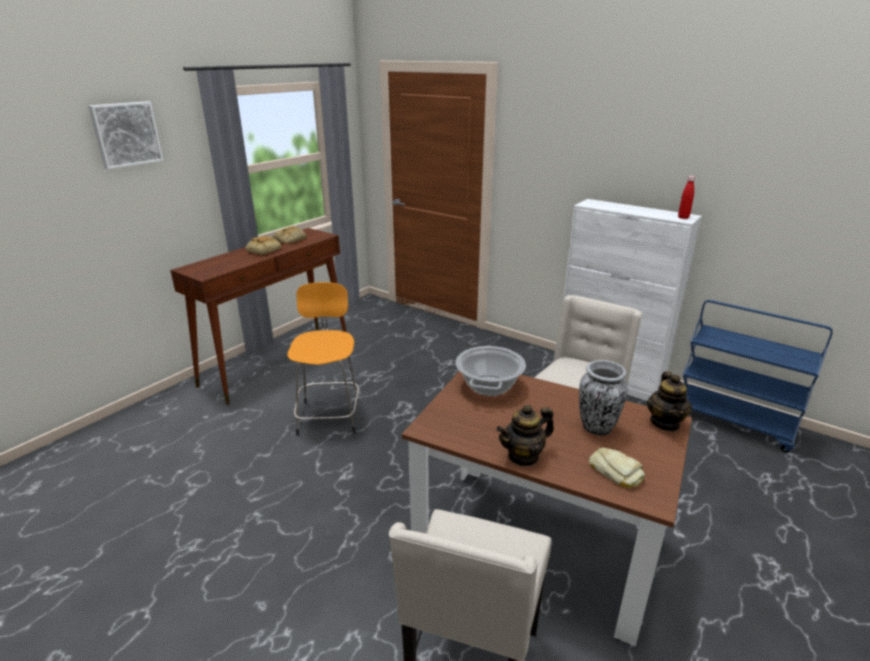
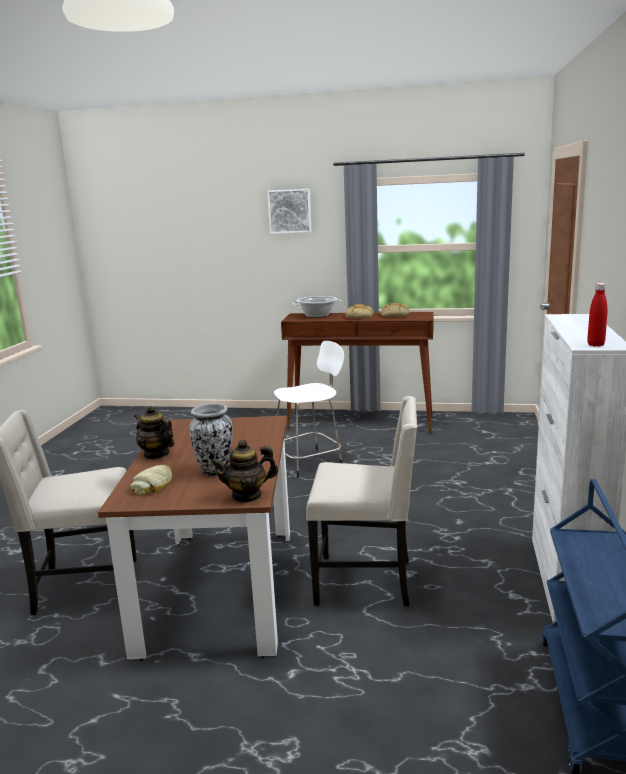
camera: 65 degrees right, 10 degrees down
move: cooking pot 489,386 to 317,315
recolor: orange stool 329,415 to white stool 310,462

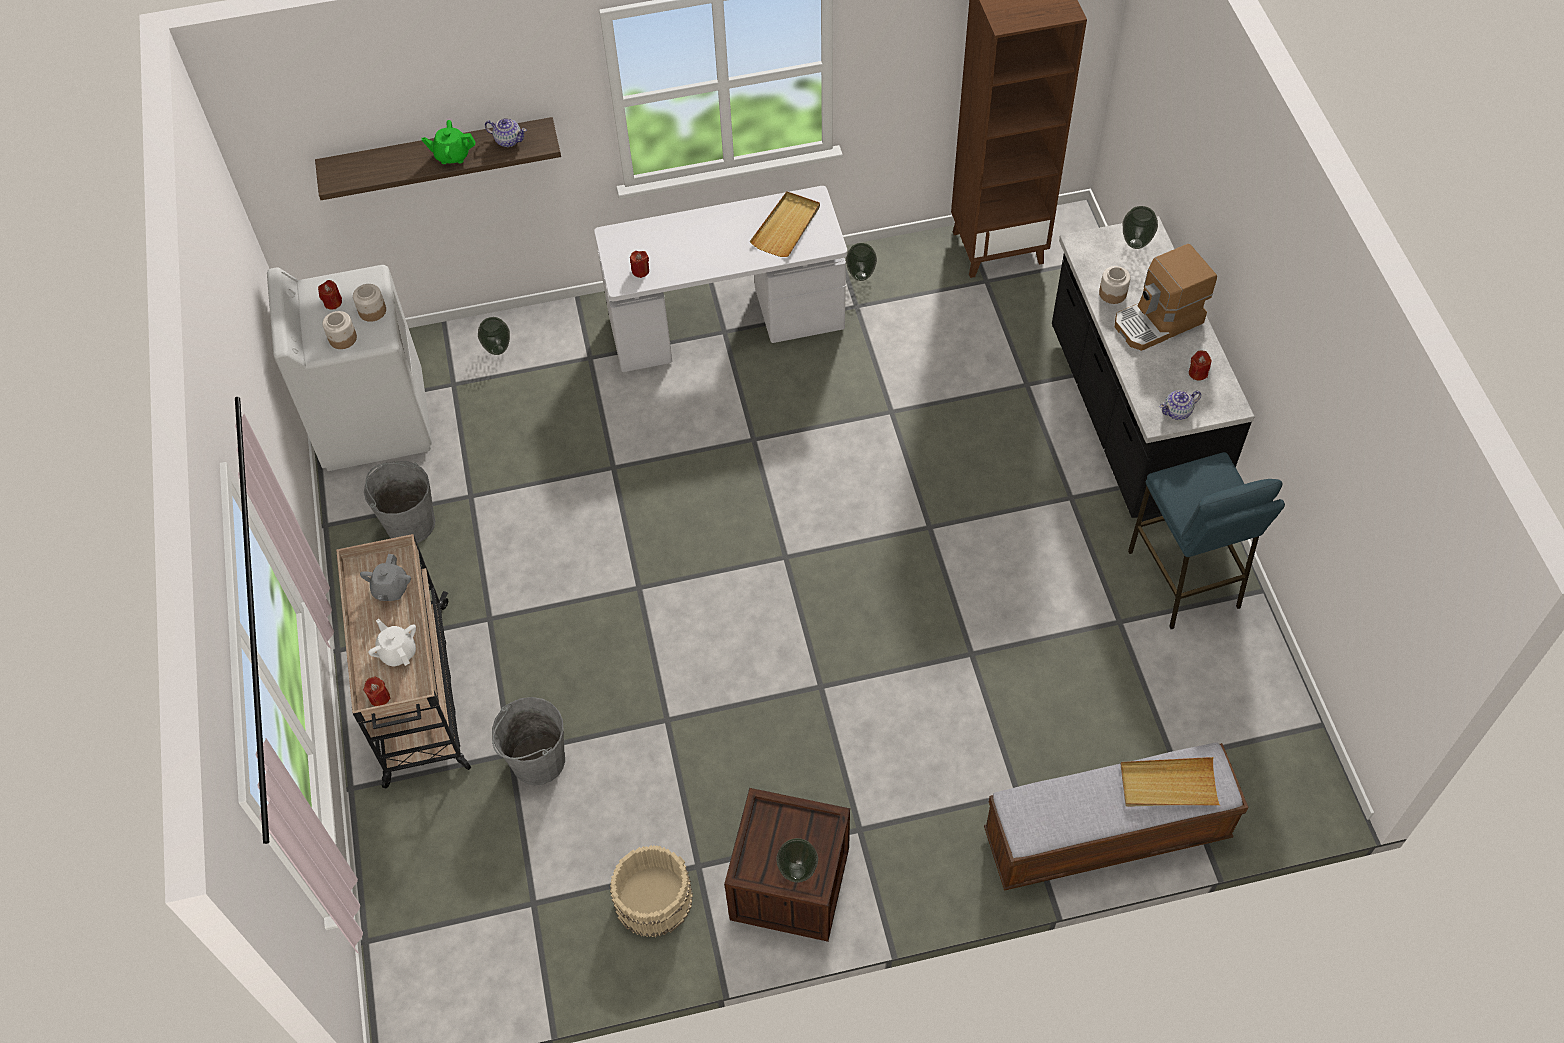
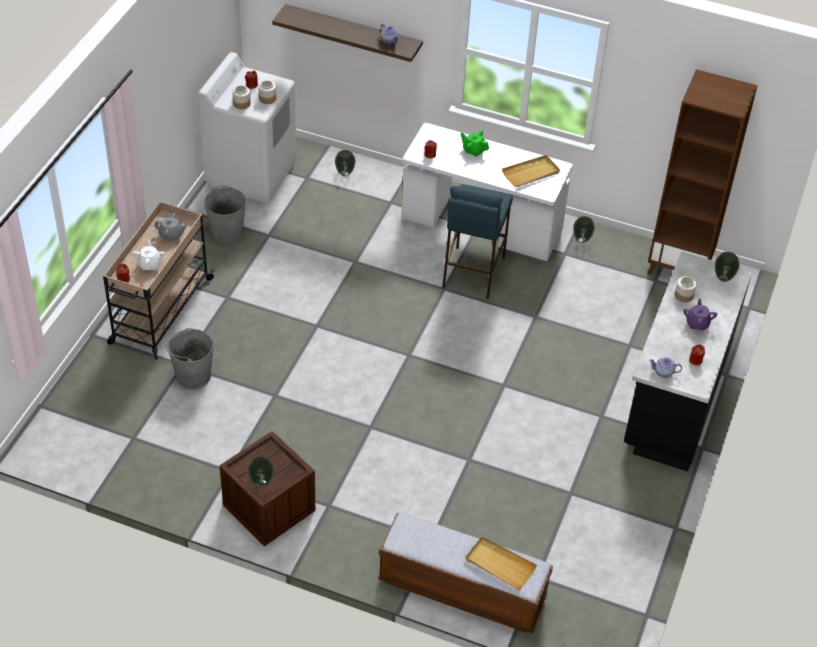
camera: 30 degrees right, 10 degrees down
delete: beige bucket 653,898
move: blue stool 1184,579 to 472,273; green teapot 452,155 to 473,150
replace: coffee machine 1158,322 to purple teapot 697,323
rotate: grey teapot 391,589 = 171,235 120 degrees counterclockwise

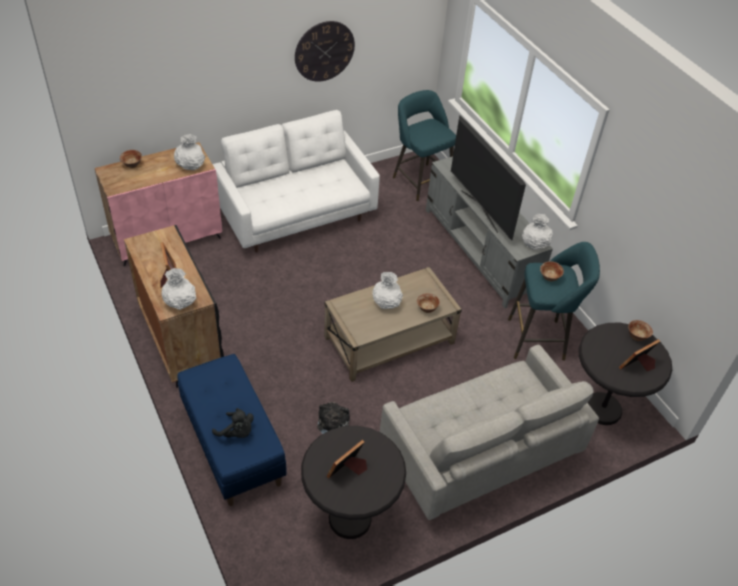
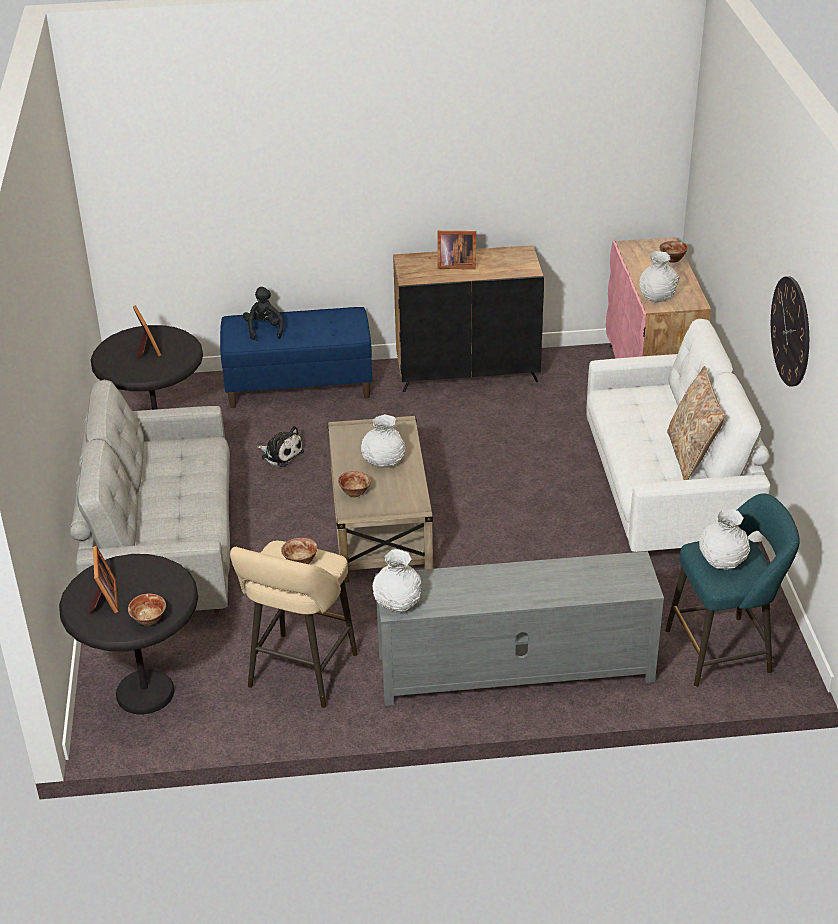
camera: 115 degrees right, 10 degrees down
delete: television 479,210
insert: beige pillow 691,456
move: white vase 180,303 to 722,562
recolor: turquoise stool 540,339 to beige stool 300,674
rotate: black plush toy 236,432 = 264,329 120 degrees clockwise

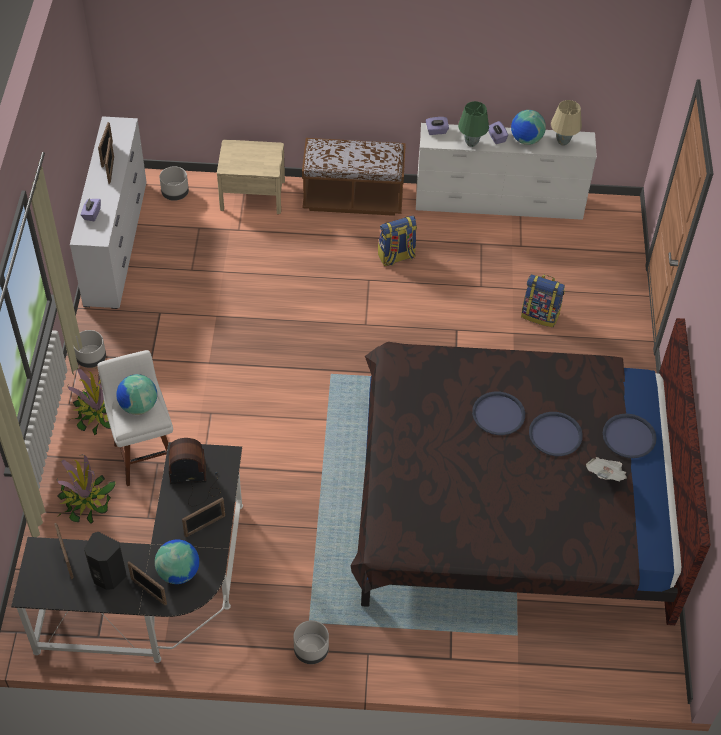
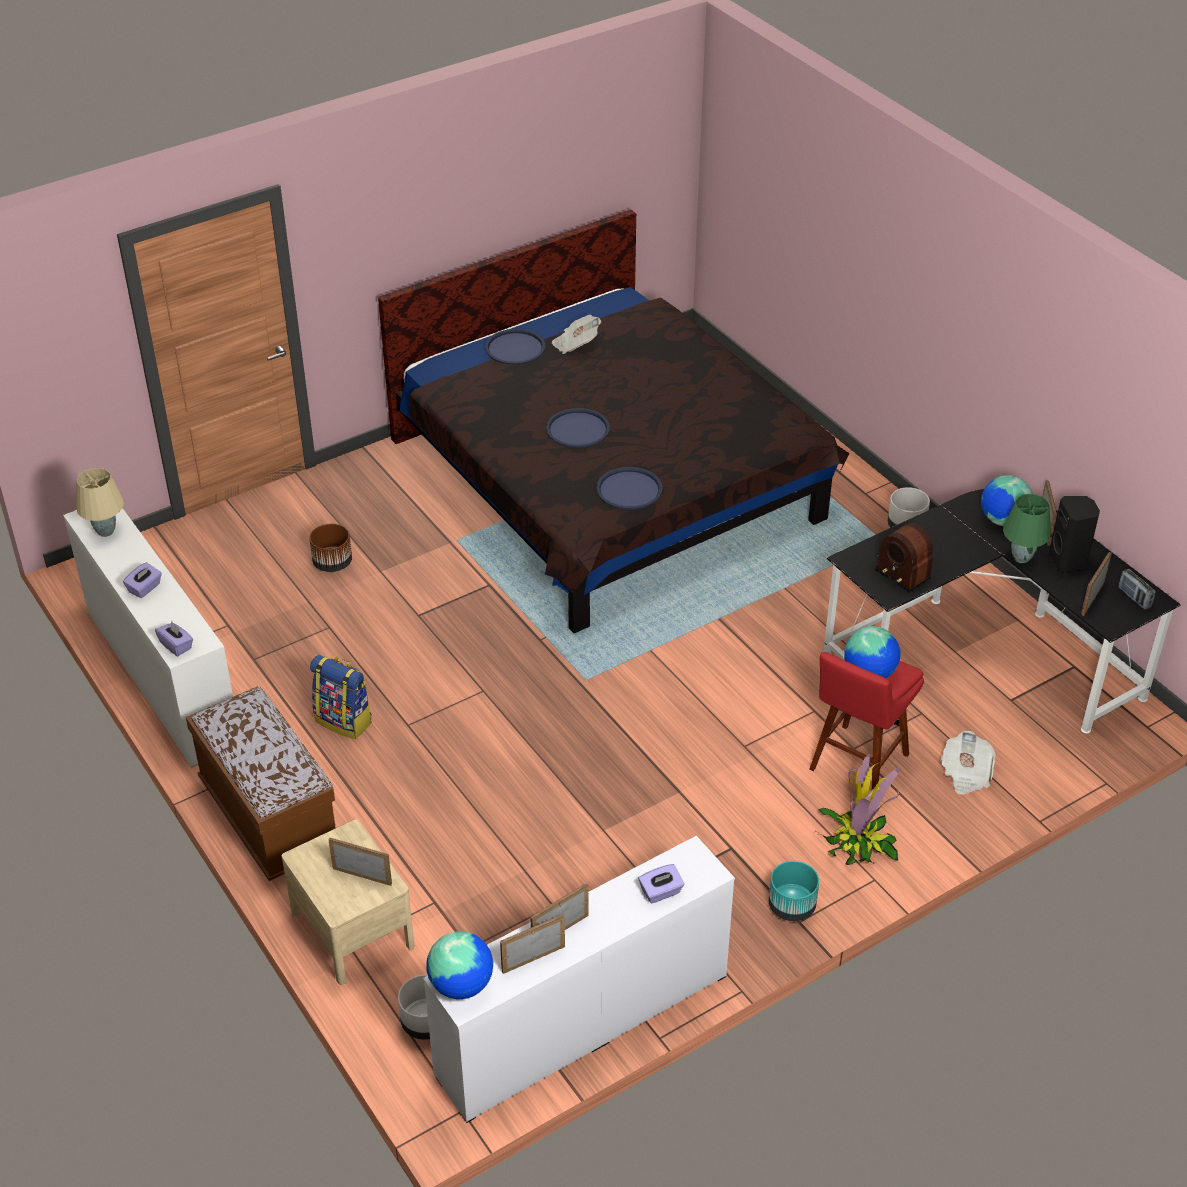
camera: 125 degrees left, 10 degrees down
insert: radio 1134,597
move: picture frame 205,526 to 362,876; globe 526,140 to 462,985; blue tray 555,435 to 629,489; green table lamp 471,143 to 1021,558
replace: backpack 540,315 to brown planter 332,563; potted plant 85,502 to newspaper 965,774
recolor: grey planter 91,358 to turquoise planter 791,907; white stool 145,454 to red stool 856,765

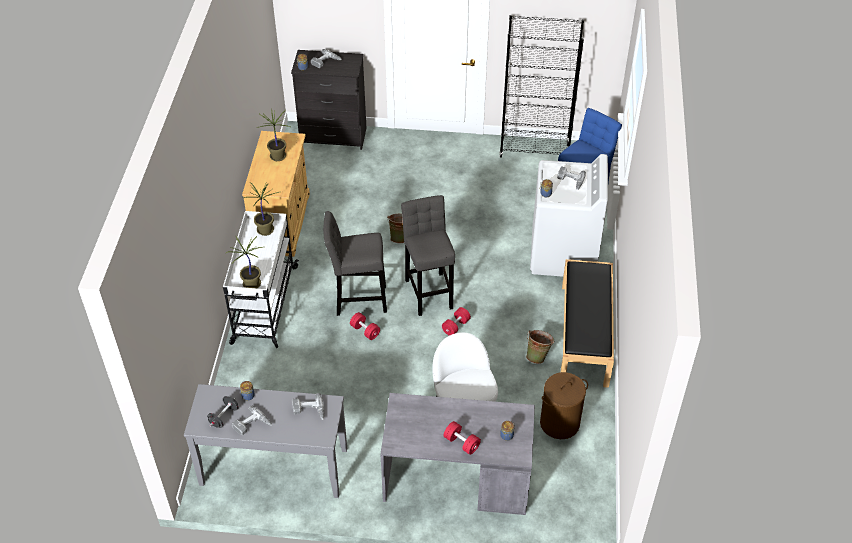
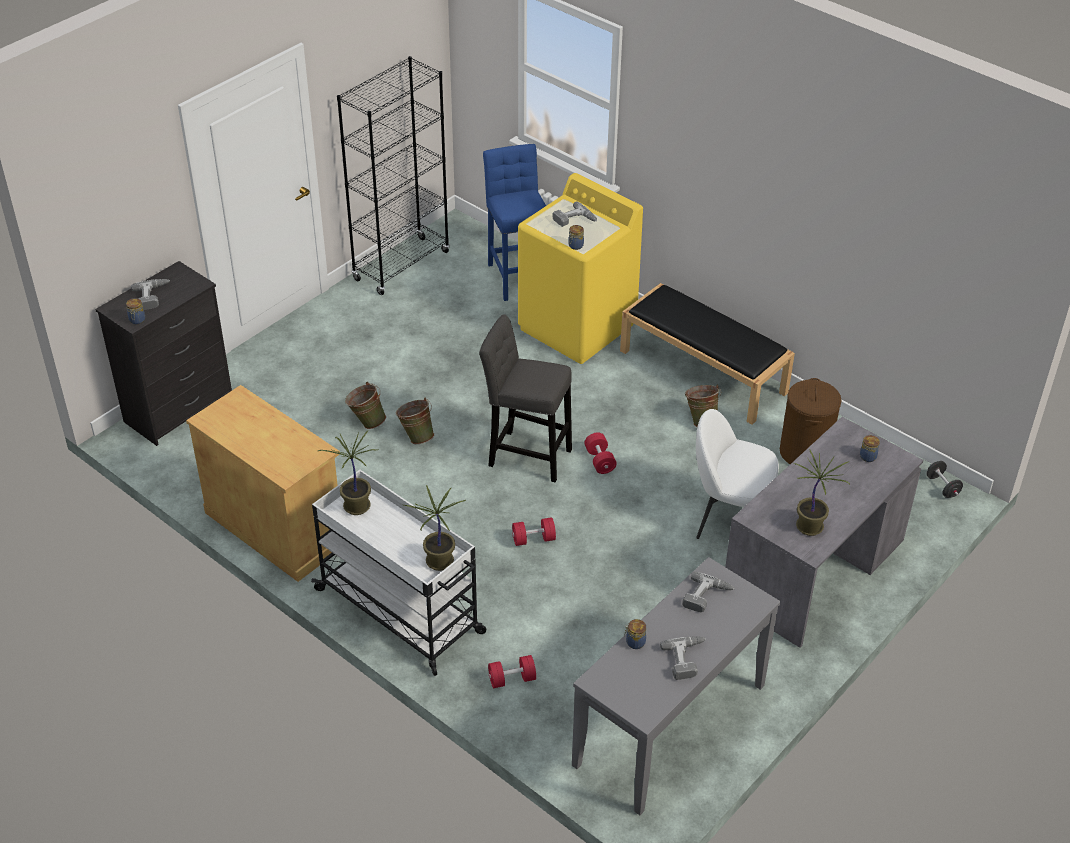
camera: 55 degrees left, 5 degrees down
delete: grey stool 357,300
insert: green bucket 366,422
move: red dumbbell 461,443 to 512,679; potted plant 278,157 to 810,527; black dumbbell 224,417 to 942,487
recolor: white washing machine 563,254 to yellow washing machine 577,327

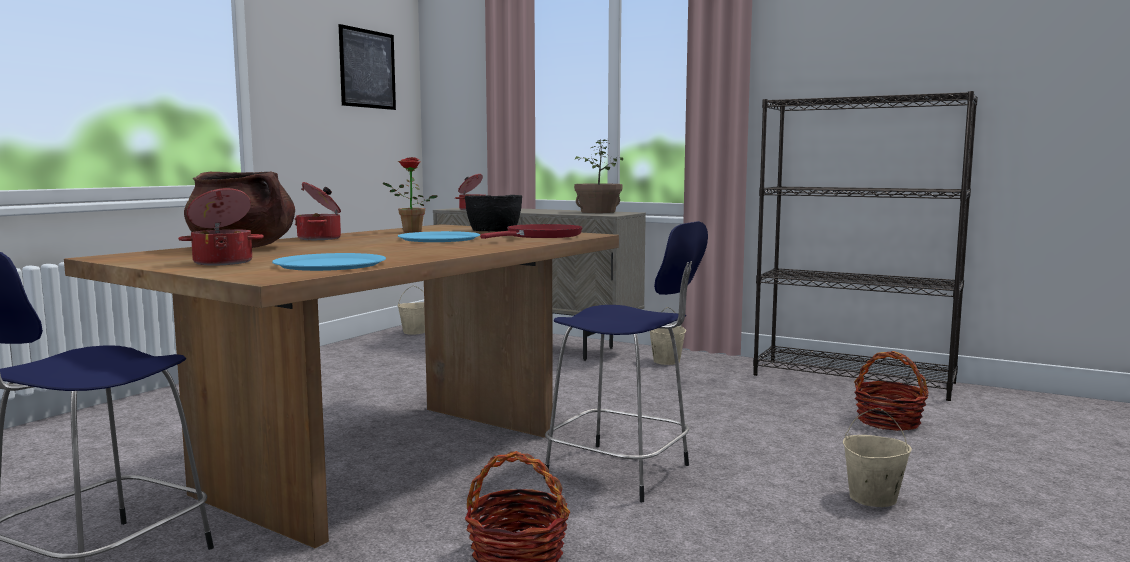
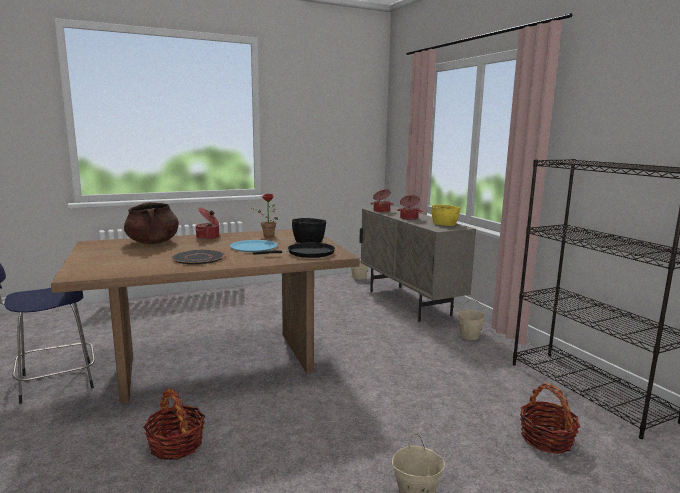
camera: 35 degrees right, 5 degrees up
delete: blue plate 330,264; picture 367,69; blue stool 623,473
insert: black plate 198,258
move: cooking pot 223,262 to 409,218
replace: potted plant 598,212 to yellow bowl 444,224
recolor: red frying pan 540,236 to black frying pan 307,253

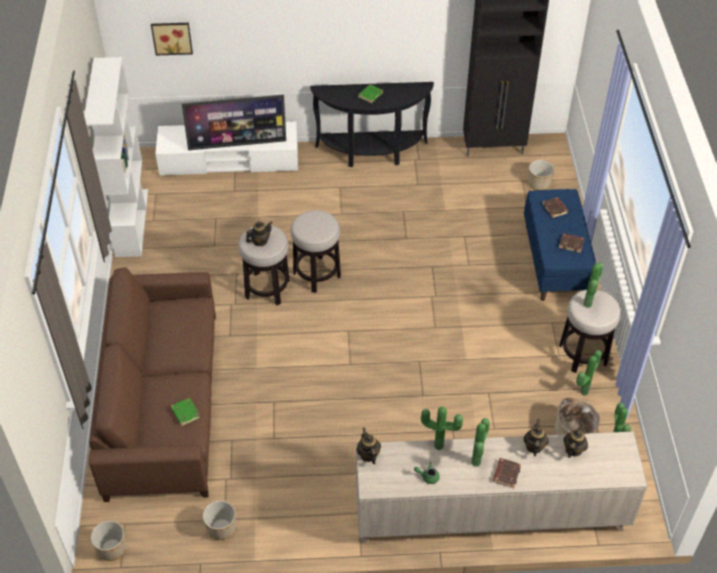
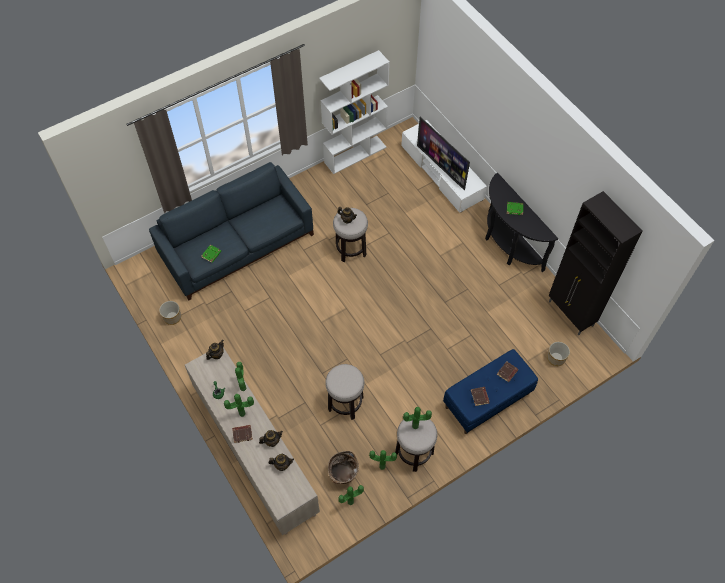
camera: 60 degrees right, 10 degrees up
delete: planter 111,549; picture 172,37
move: stool 317,274 to 345,403
recolor: brown sofa 164,402 to blue sofa 237,245

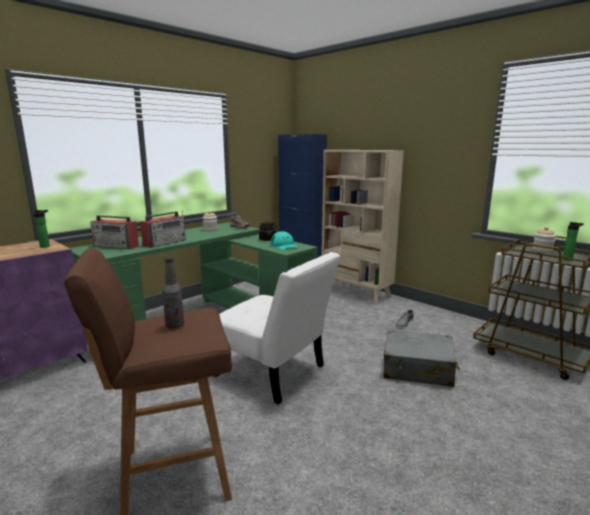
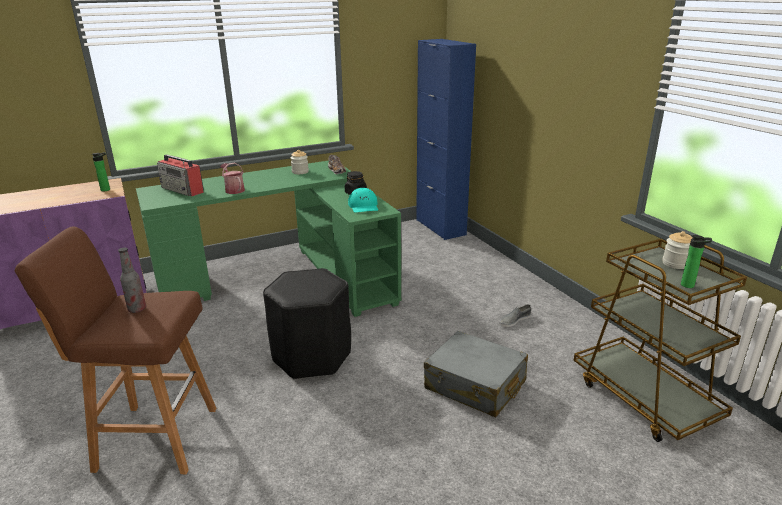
camera: 20 degrees right, 10 degrees up
delete: beige bookcase 356,291
replace: radio 165,242 to watering can 233,189; white chair 274,373 to black stool 312,357

